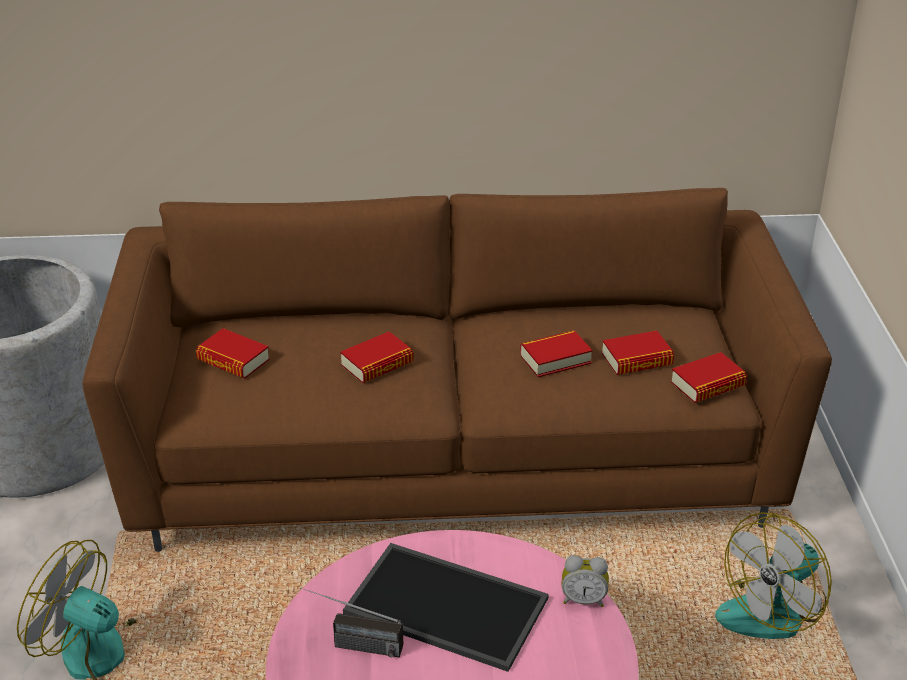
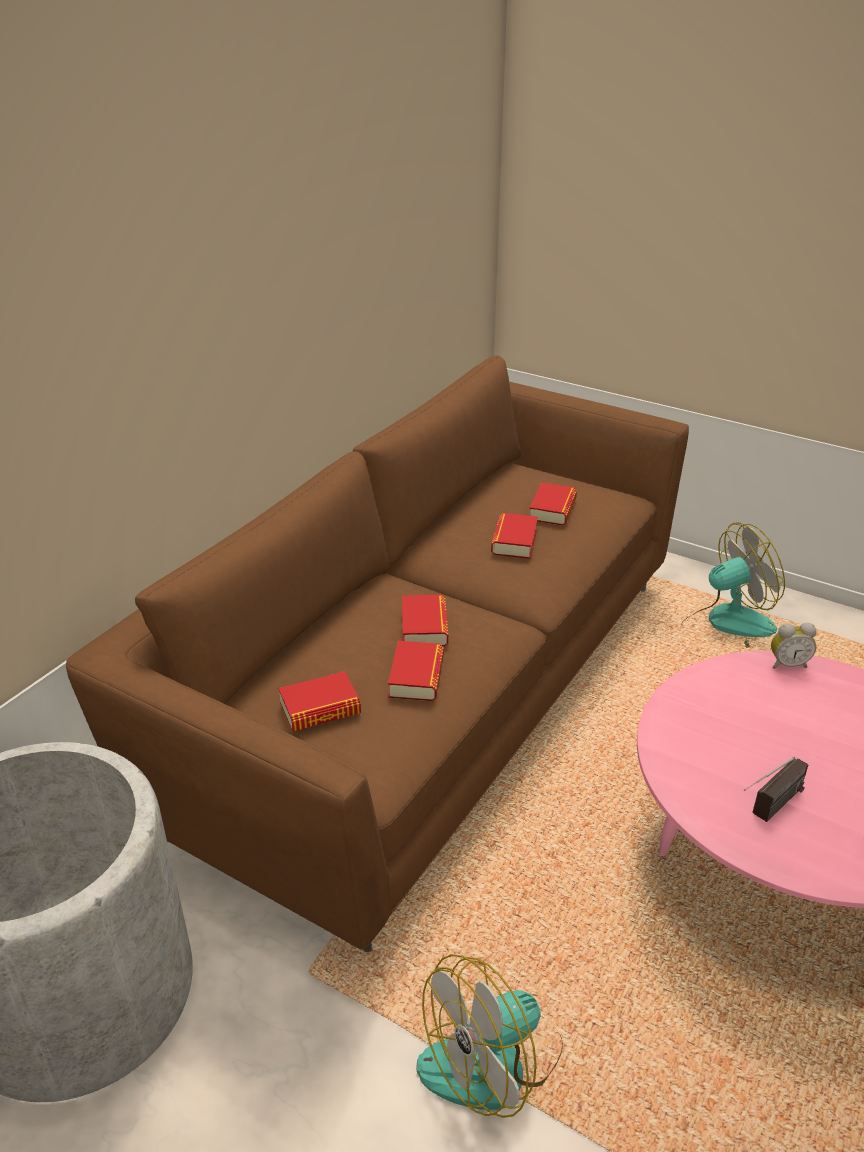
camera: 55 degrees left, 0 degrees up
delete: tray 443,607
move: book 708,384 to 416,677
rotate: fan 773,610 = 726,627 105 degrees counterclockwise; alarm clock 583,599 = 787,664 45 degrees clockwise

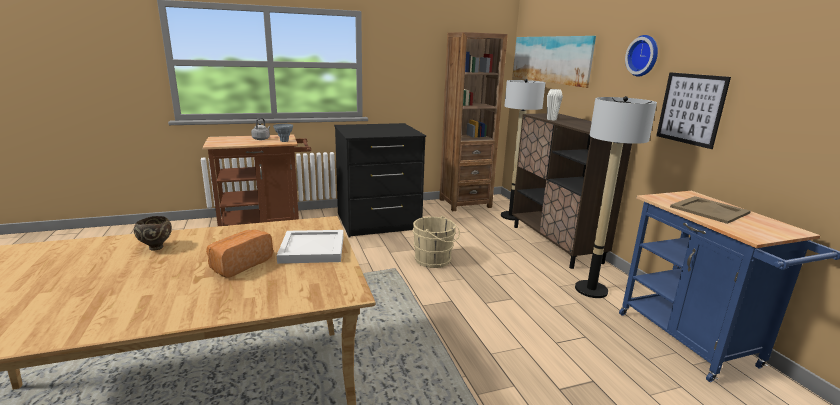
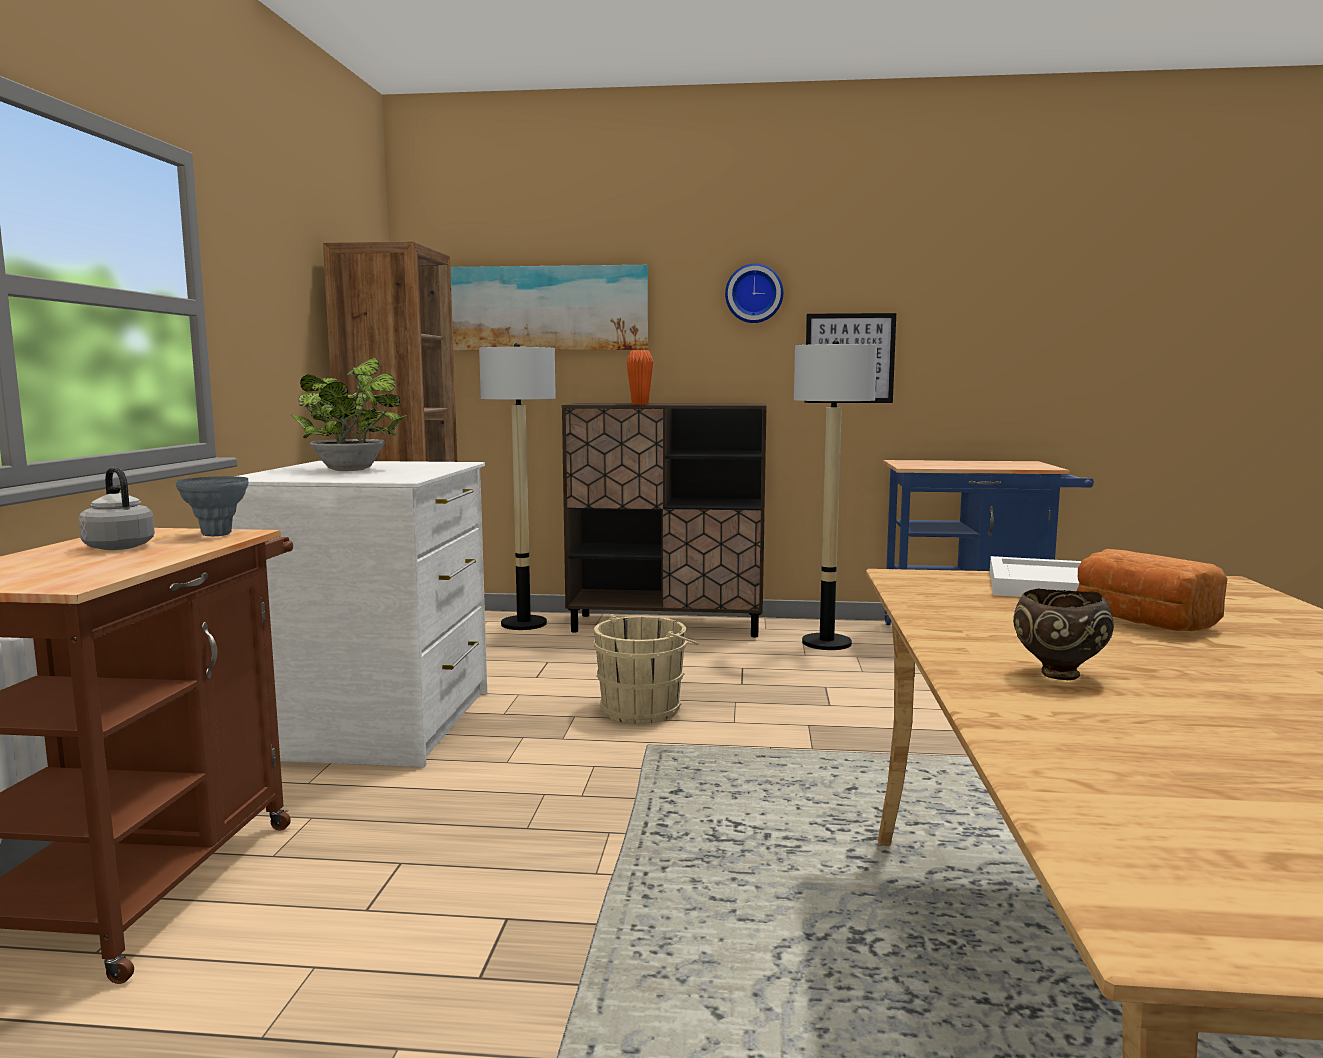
camera: 65 degrees left, 10 degrees down
delete: beige tray 708,210
insert: potted plant 353,470
recolor: black dresser 378,222 to white dresser 377,723; white vase 551,119 to orange vase 640,404

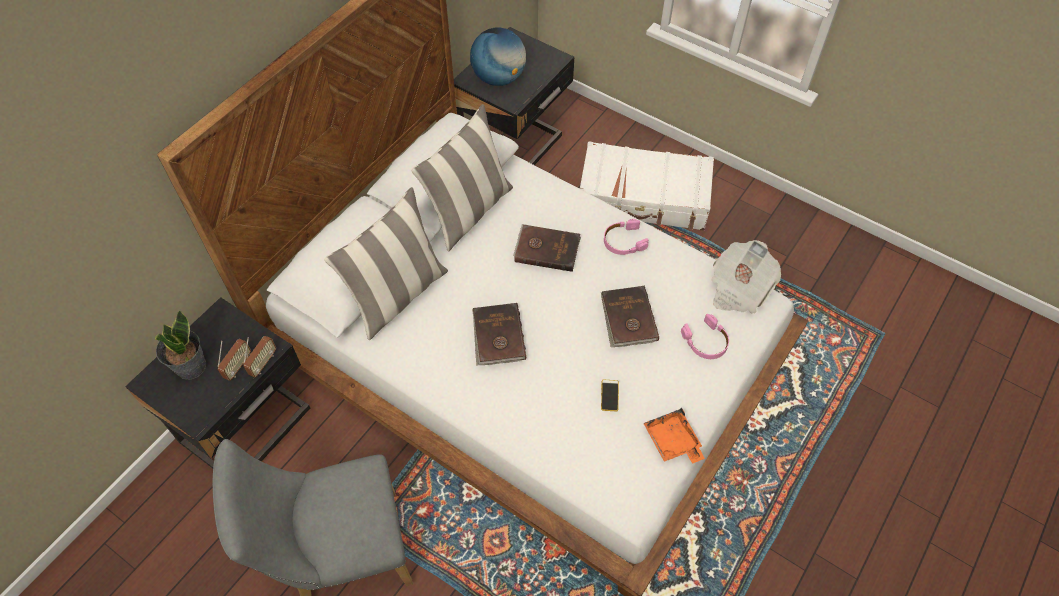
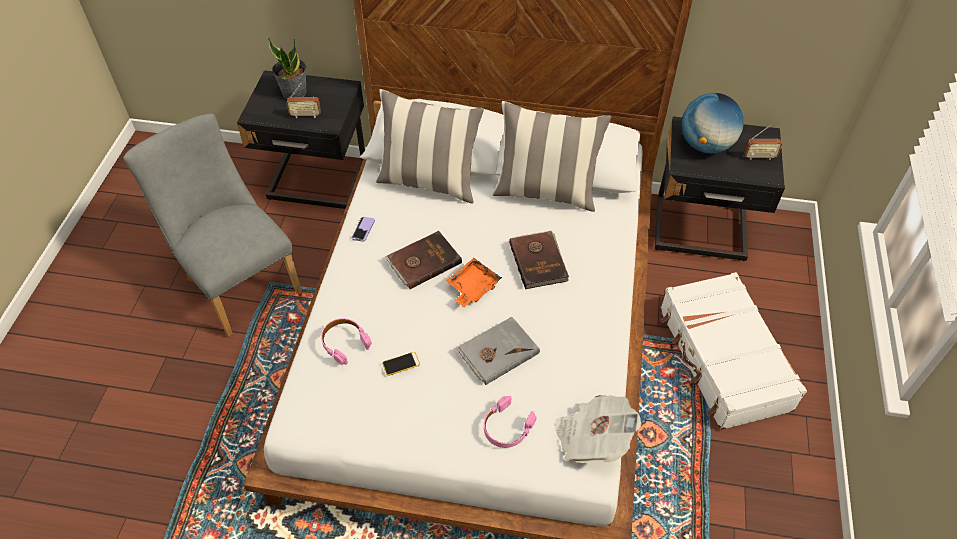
camera: 65 degrees right, 5 degrees down
insert: phone 363,230
move: pink headphones 623,241 to 344,343; orange tray 672,441 to 472,287; radio 263,363 to 759,157
recolor: brown book 628,318 to grey book 497,352

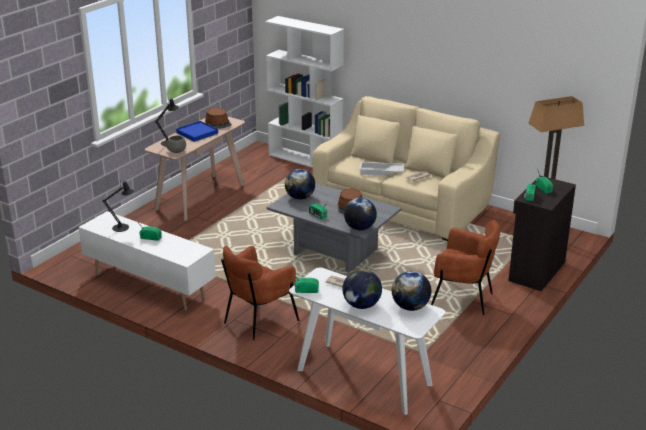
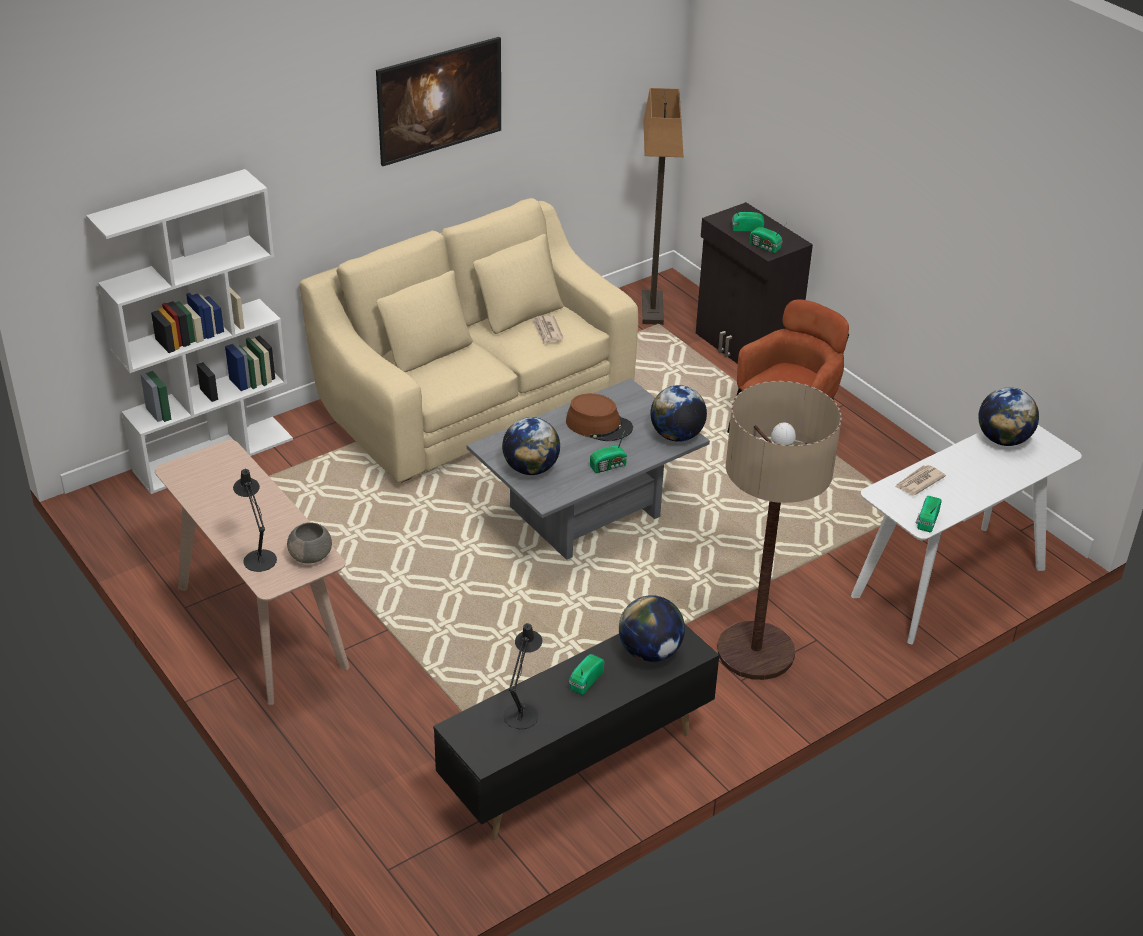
camera: 70 degrees left, 10 degrees up
delete: blue tray 197,133; brown hat 218,123; white tray 381,172
insert: picture 440,123
move: globe 361,305 to 650,652
replace: brown armchair 258,320 to floor lamp 755,652
recolor: white tv stand 149,285 to black tv stand 575,767

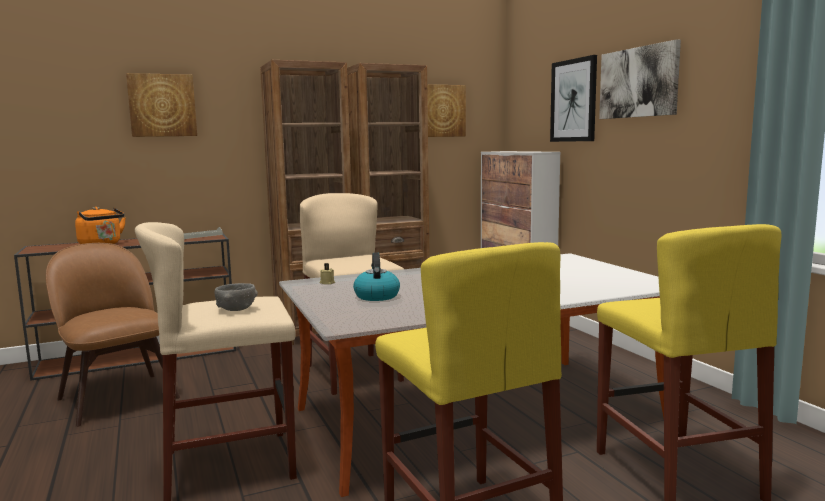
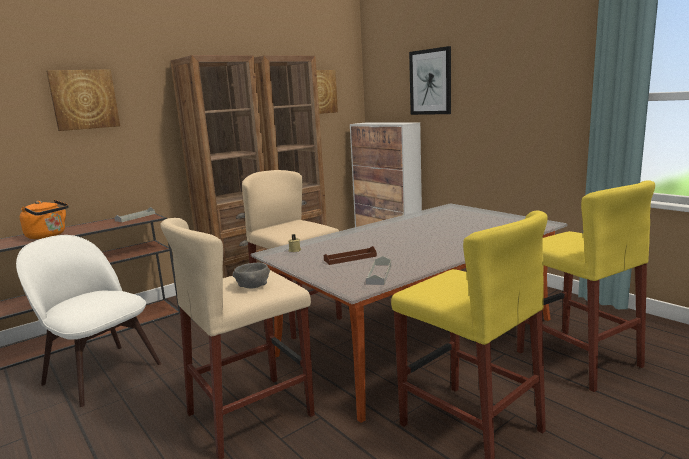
camera: 15 degrees left, 5 degrees up
delete: picture 638,82
insert: grey tray 379,274
replace: kettle 376,296 to brown tray 350,258
recolor: brown chair 117,396 to white chair 100,372

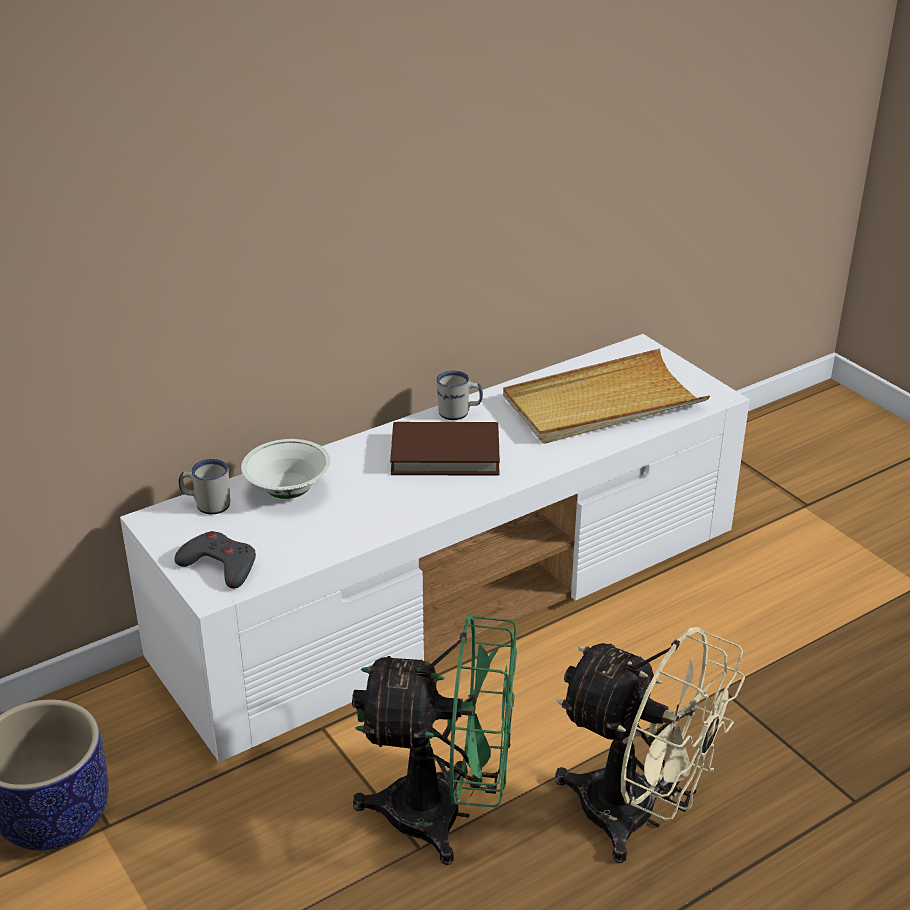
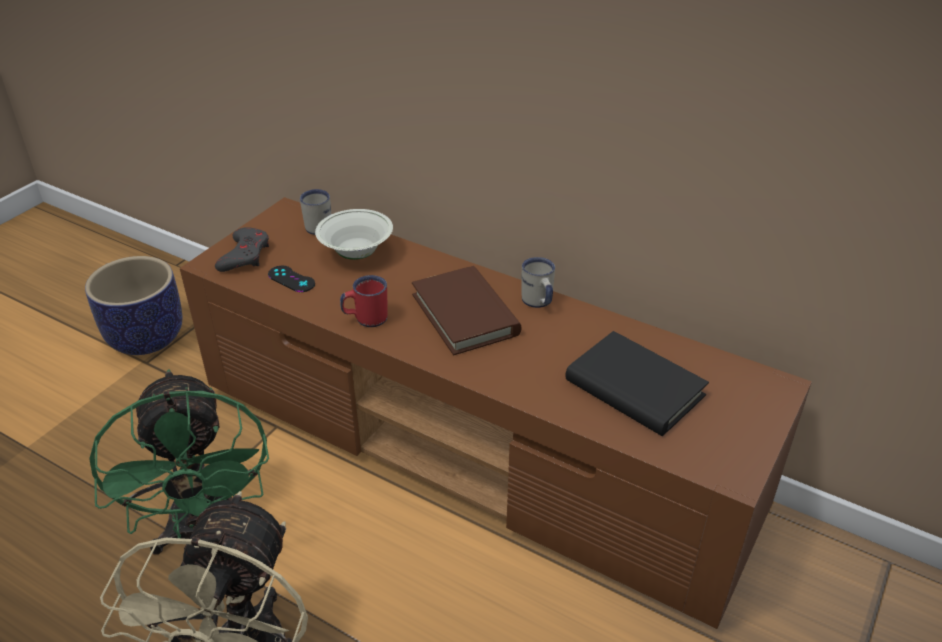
camera: 65 degrees right, 5 degrees up
insert: black game controller 291,279; red mug 365,319
replace: beige tray 602,404 to black book 634,388
recolor: white tv stand 457,596 to brown tv stand 475,448

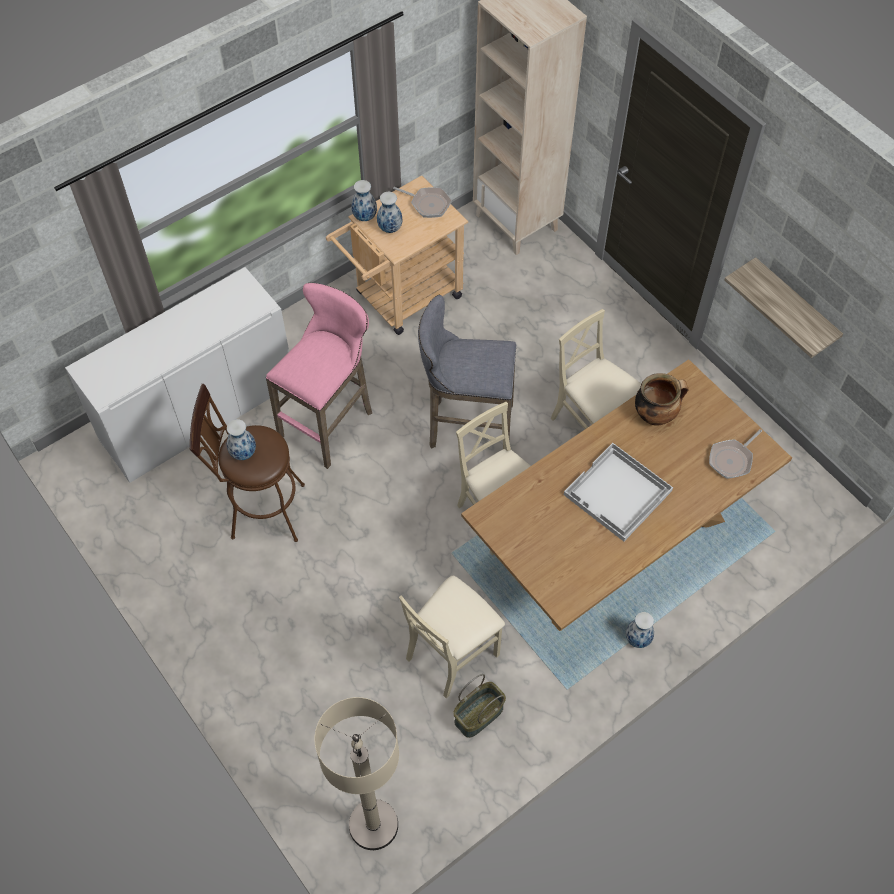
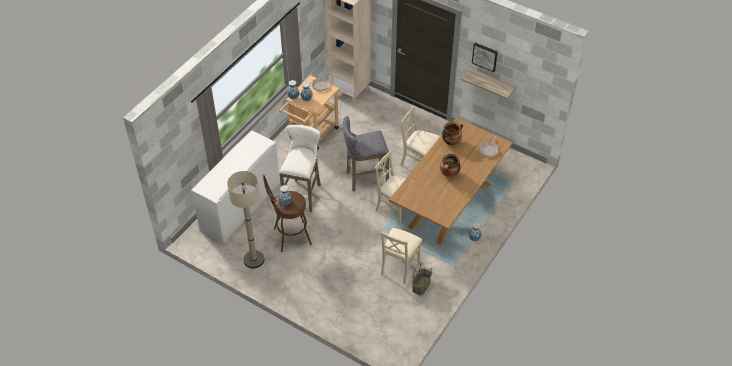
camera: 20 degrees left, 10 degrees down
insert: picture 485,56
move: beige floor lamp 373,825 to 254,260
replace: white tray 617,494 to cooking pot 449,174
recolor: pink stool 329,422 to white stool 303,194

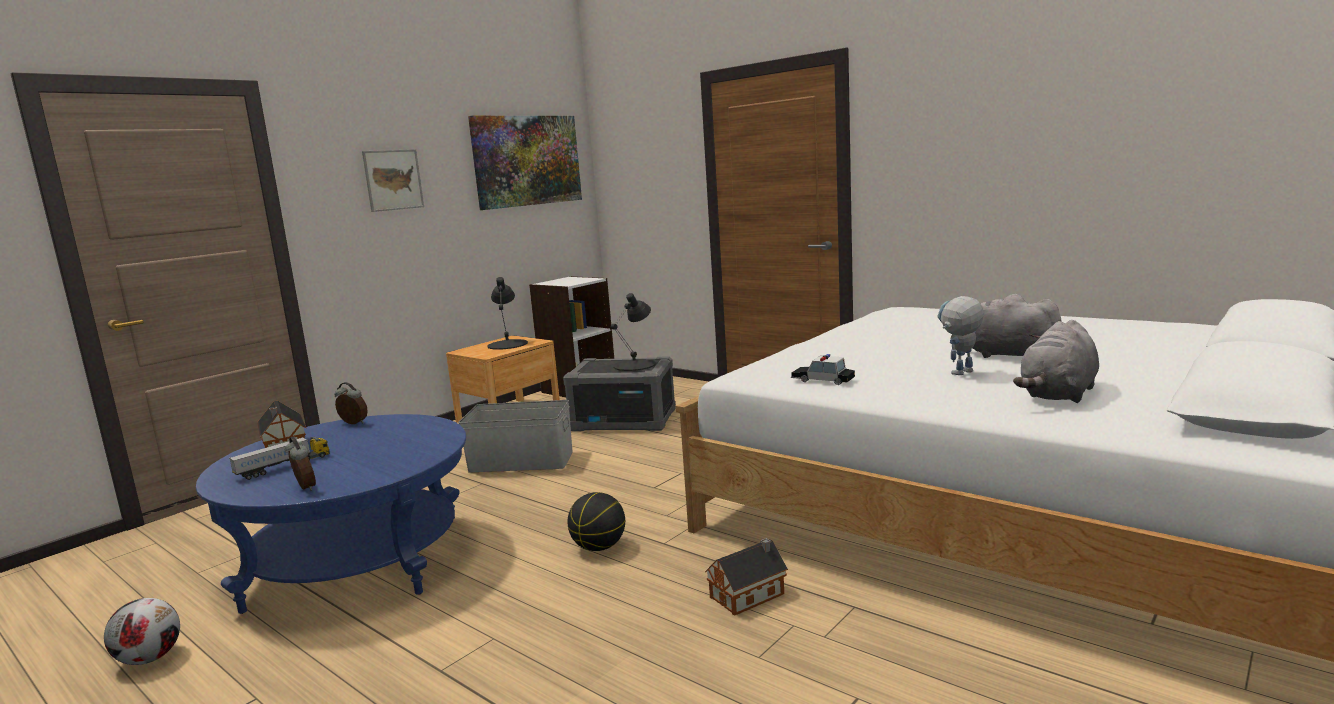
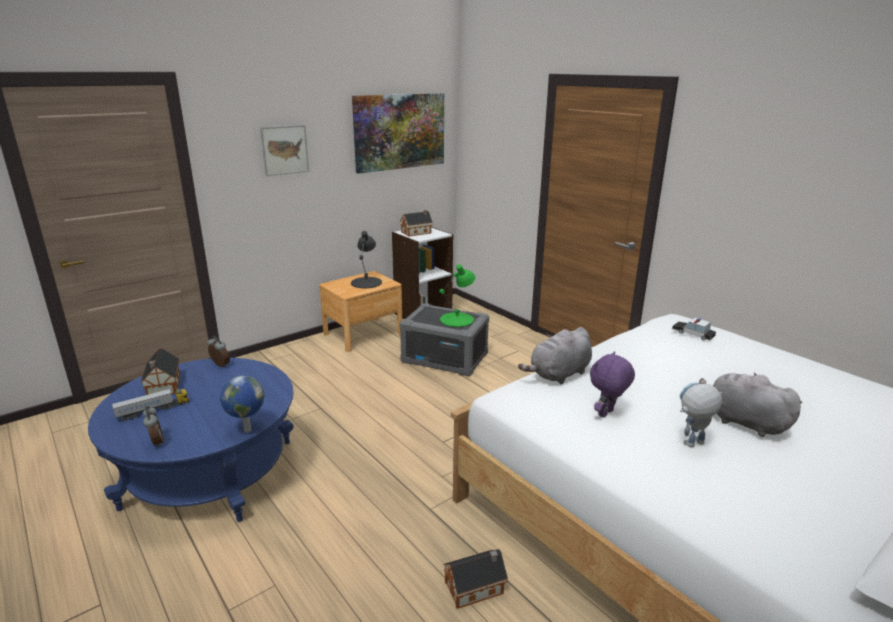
camera: 10 degrees right, 10 degrees up
delete: football 150,658; grey storage box 521,462; basketball 598,547
insert: globe 246,430; toy house 417,232; purple plush toy 606,414
move: grey plush toy 1058,395 to 558,375; toy car 822,380 to 692,334
recolor: black table lamp 635,365 to green table lamp 457,319

